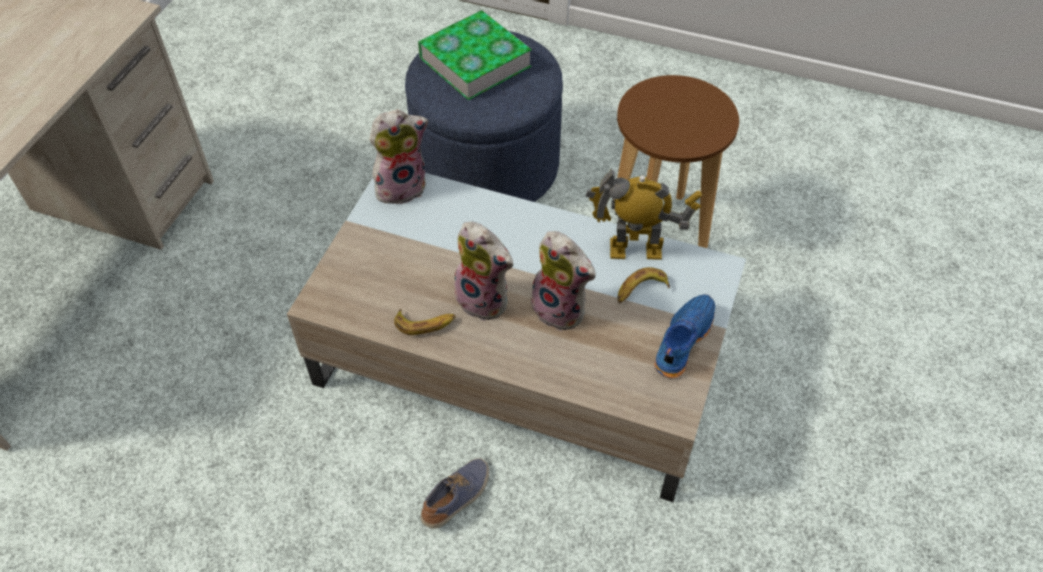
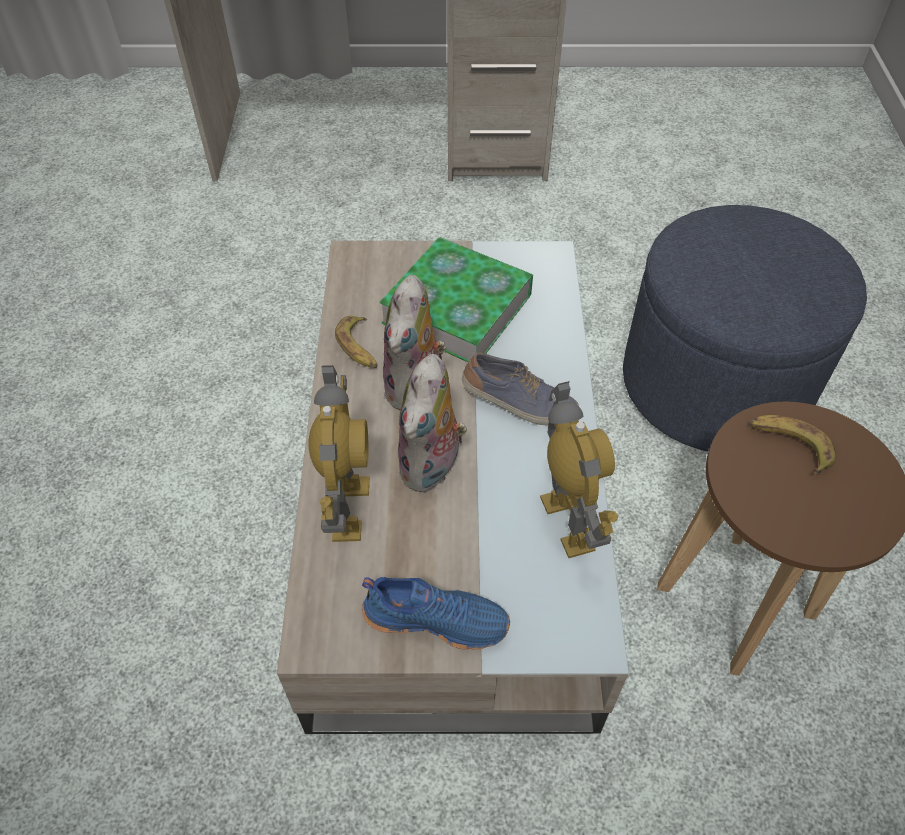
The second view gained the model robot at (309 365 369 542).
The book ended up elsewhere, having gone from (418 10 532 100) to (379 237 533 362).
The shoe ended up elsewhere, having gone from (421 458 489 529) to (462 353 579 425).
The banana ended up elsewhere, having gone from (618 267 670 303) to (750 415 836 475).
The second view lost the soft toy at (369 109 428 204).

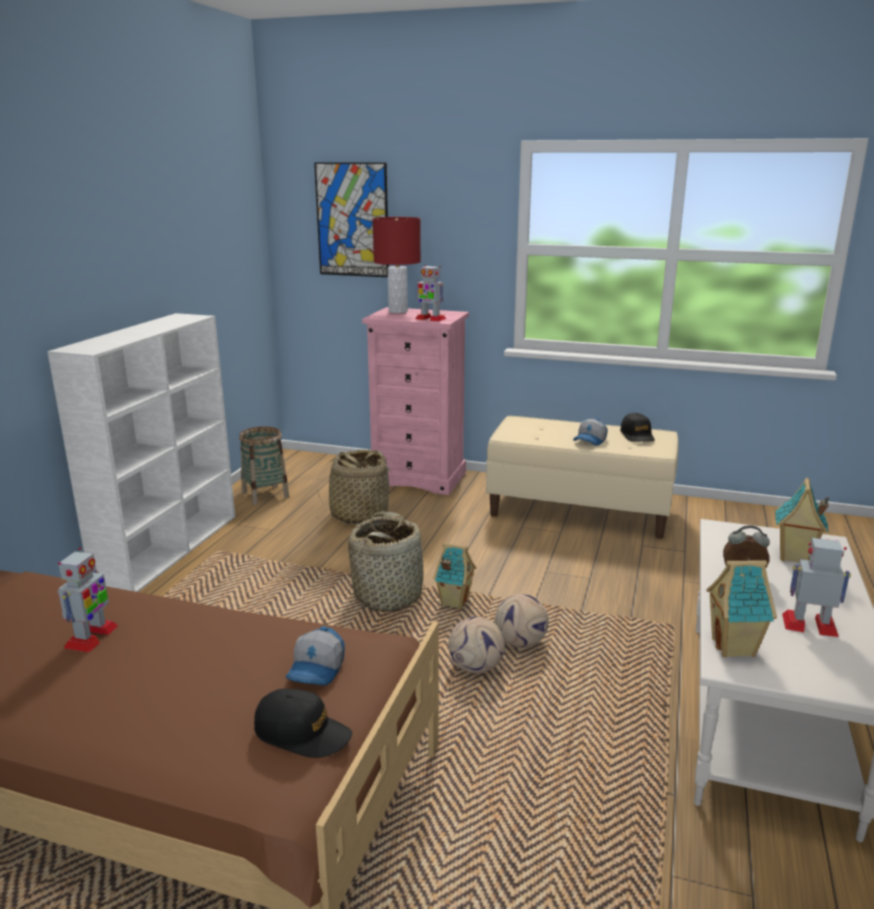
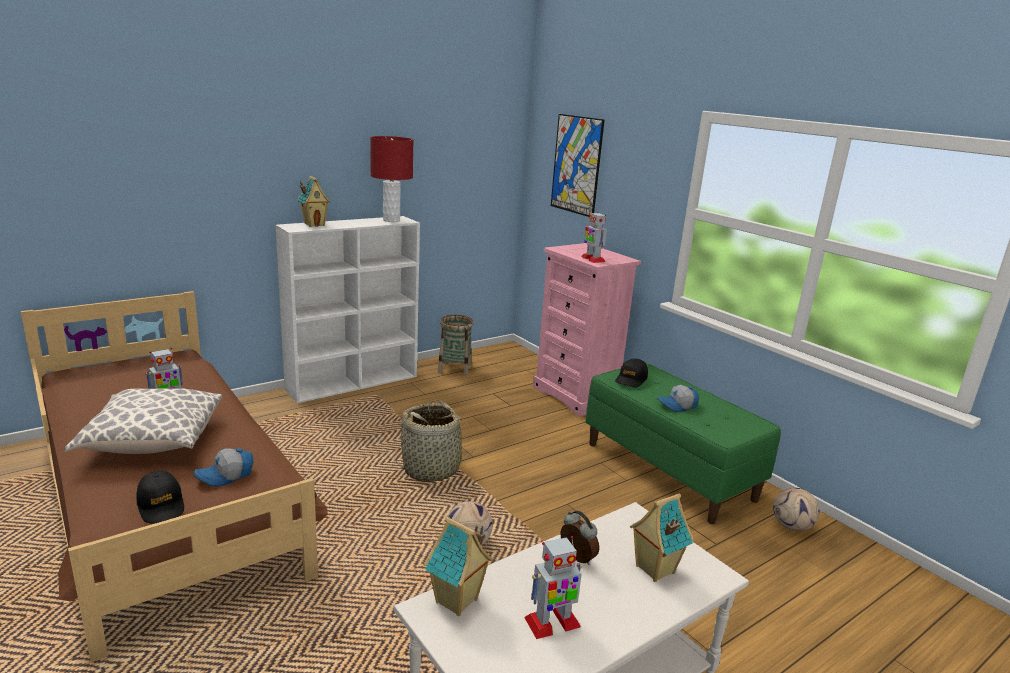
The second view gained the throw pillow at (64 388 222 454).
The miniature house ended up elsewhere, having gone from (433 543 476 609) to (297 176 331 227).
The reddish lamp for a table ended up elsewhere, having gone from (372 217 421 313) to (370 136 413 222).
The model robot at (782 538 851 637) ended up facing another way, 105 degrees clockwise from before.
What was the beige bench at (486 416 679 539) turned into the greenish bench at (585 363 781 524).
The black-coloured baseball cap ended up elsewhere, having gone from (620 413 655 442) to (615 358 648 387).
The ball for football ended up elsewhere, having gone from (448 616 505 674) to (773 488 820 531).
The second view lost the household basket at (317 449 396 524).

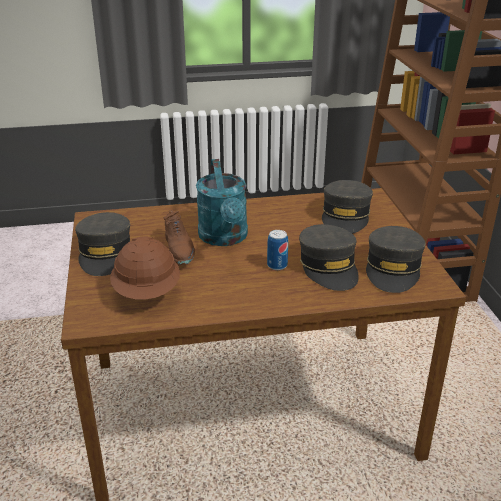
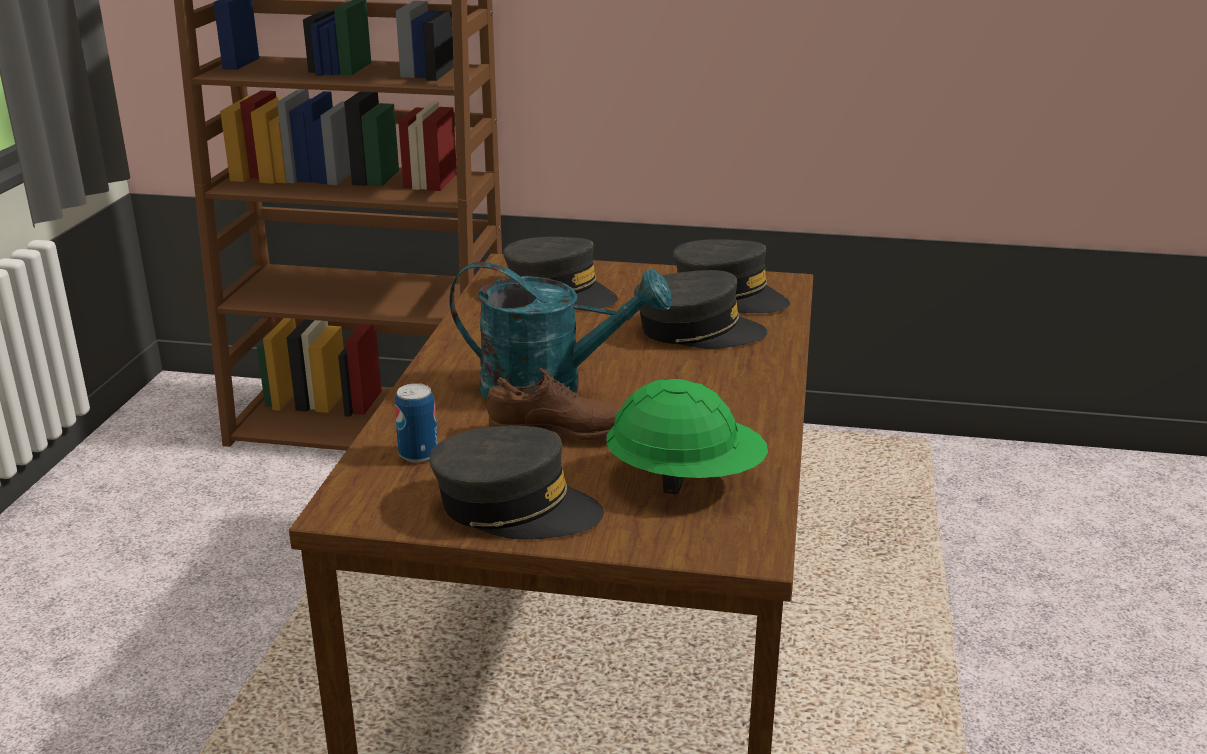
The can ended up elsewhere, having gone from (267 230 288 270) to (395 383 438 462).
What was the brown work helmet at (110 237 180 300) turned into the greenish work helmet at (606 379 768 494).

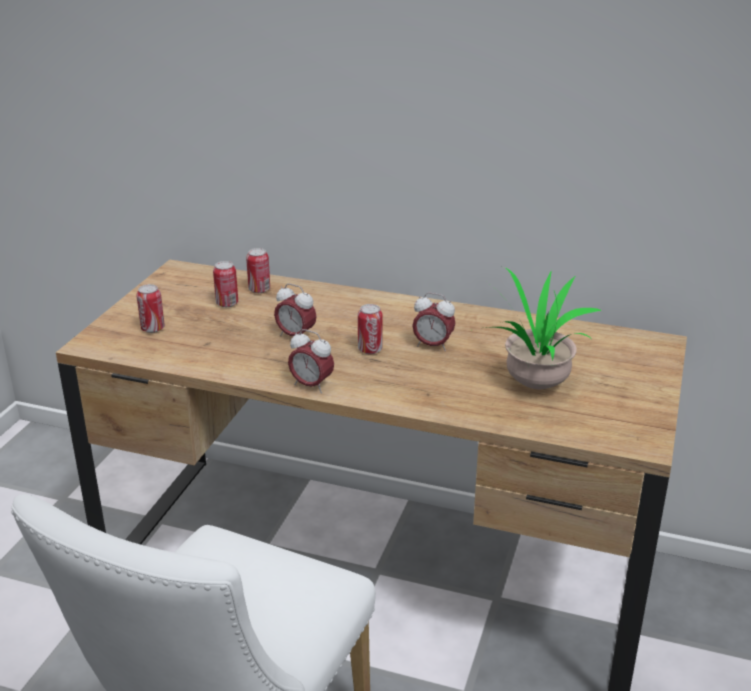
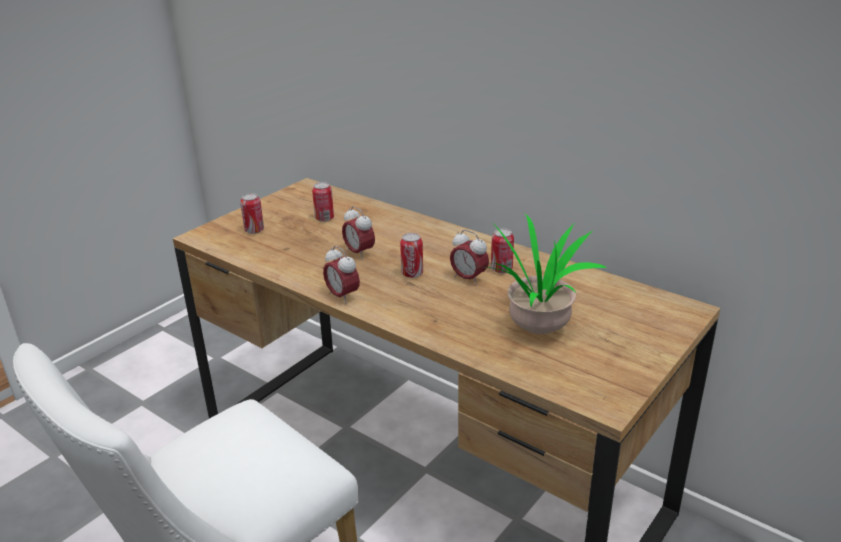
The can ended up elsewhere, having gone from (246 248 270 293) to (491 228 514 273).

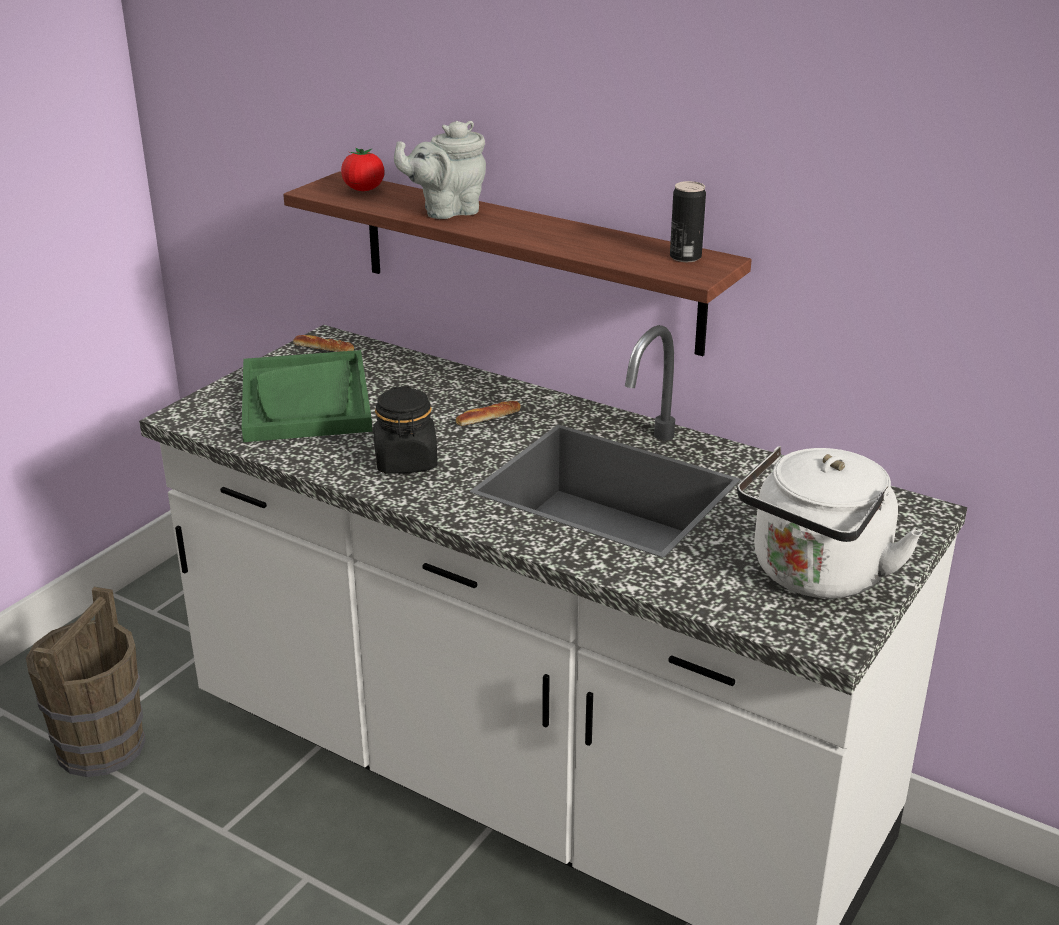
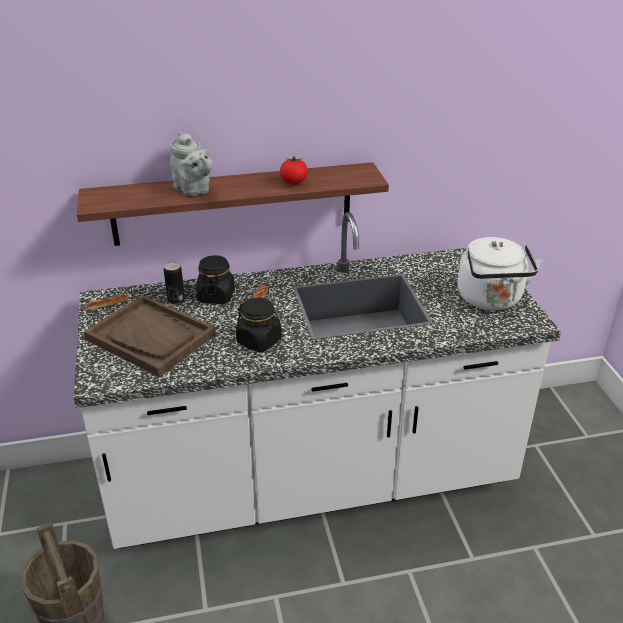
What was the greenish serving tray at (242 350 372 442) turned into the brown serving tray at (84 295 216 377).
The can ended up elsewhere, having gone from (670 181 706 262) to (164 261 185 304).
The grey tea pot at (394 121 486 219) ended up facing another way, 60 degrees counterclockwise from before.
The second view gained the black-coloured preserve jar at (196 255 235 304).
The fresh tomato ended up elsewhere, having gone from (341 148 385 191) to (280 156 308 185).

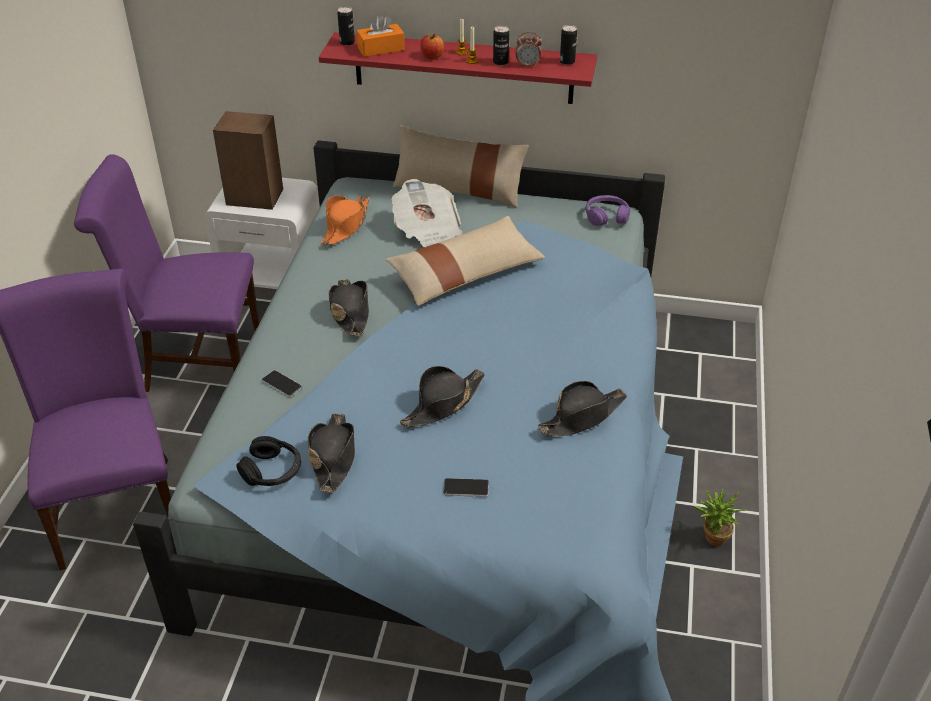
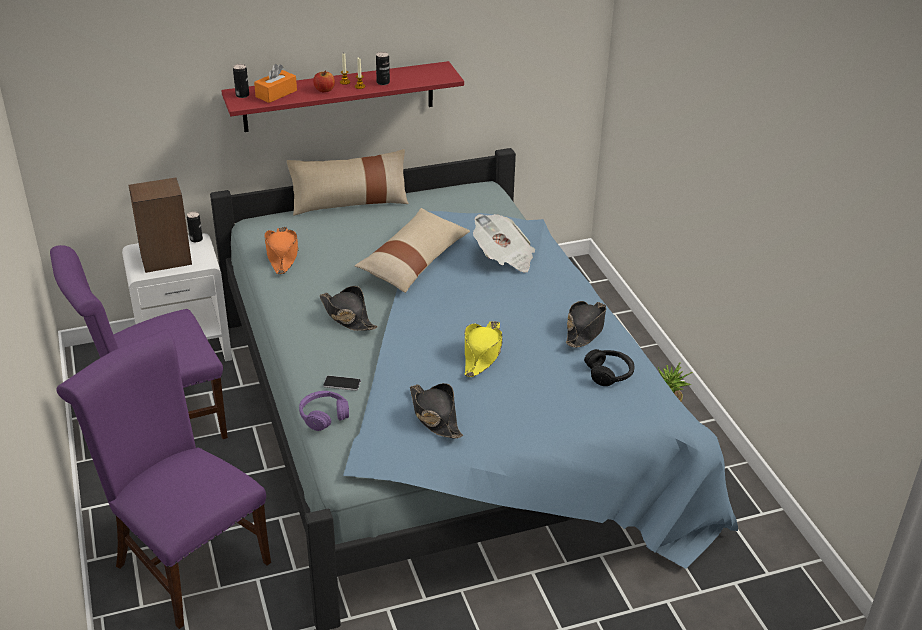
The can ended up elsewhere, having gone from (560 25 577 65) to (187 211 203 242).
The purplish headphones ended up elsewhere, having gone from (586 195 630 226) to (299 391 349 431).
What was the black-coloured clothing hat at (400 366 485 427) turned into the yellowish clothing hat at (464 321 502 377).
The newspaper ended up elsewhere, having gone from (391 179 462 247) to (473 214 535 273).
The black-coloured headphones ended up elsewhere, having gone from (236 436 301 486) to (584 349 635 386).
The second view lost the handset at (443 478 489 497).
The second view lost the table clock at (515 32 542 68).

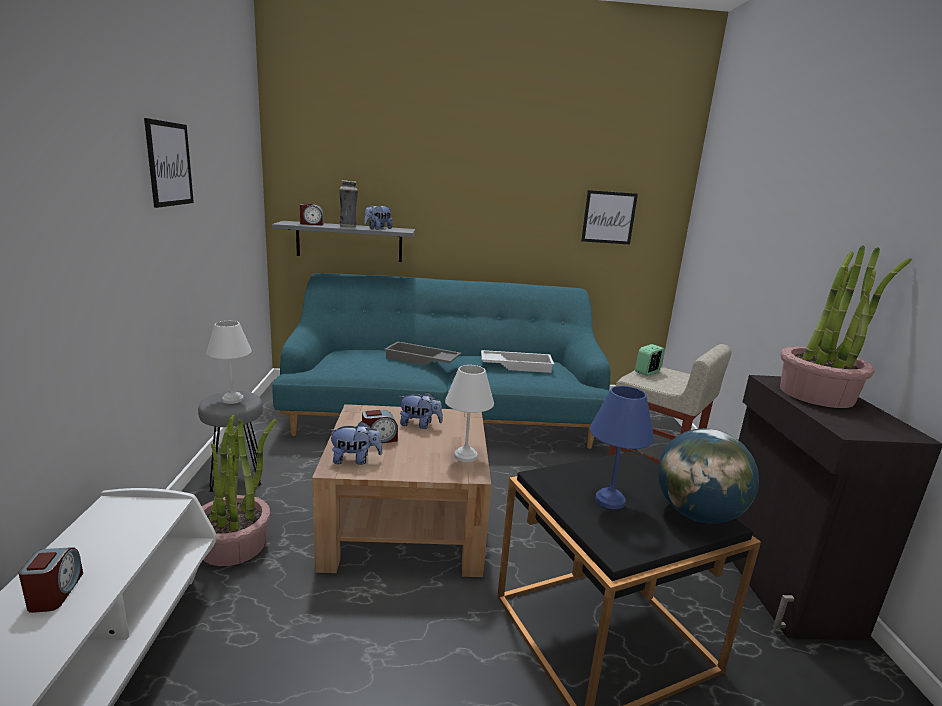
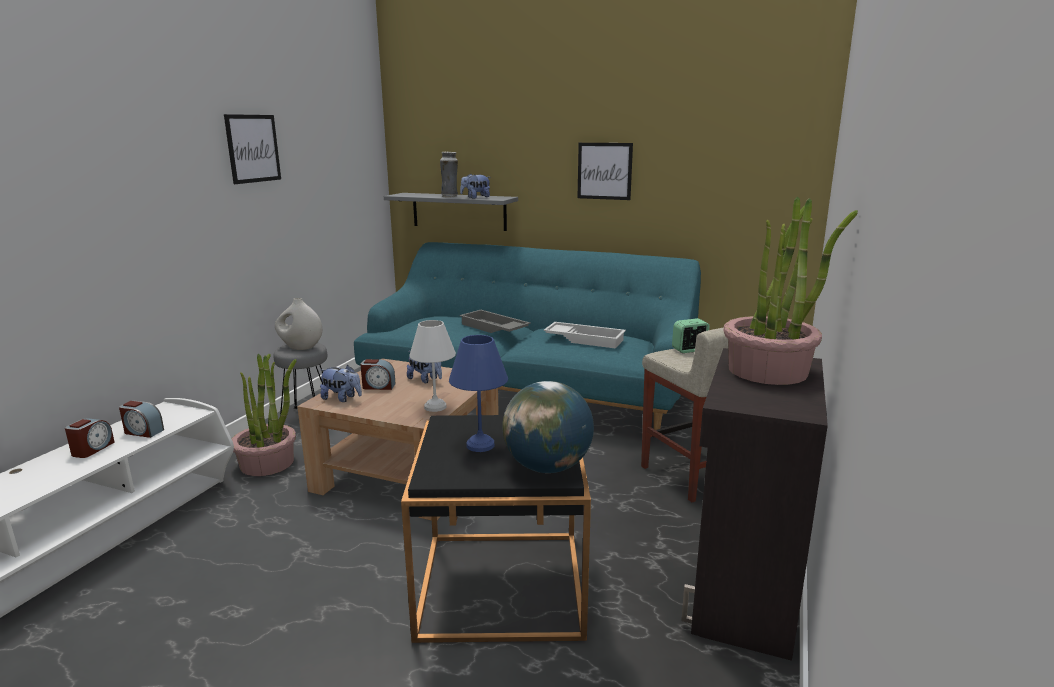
The table clock ended up elsewhere, having gone from (300 203 324 225) to (119 401 164 438).
Where the white lamp for a table stood at (206 321 252 404), the white vase came to stand at (275 298 322 350).
The wall picture ended up elsewhere, having gone from (581 190 638 245) to (577 143 633 200).

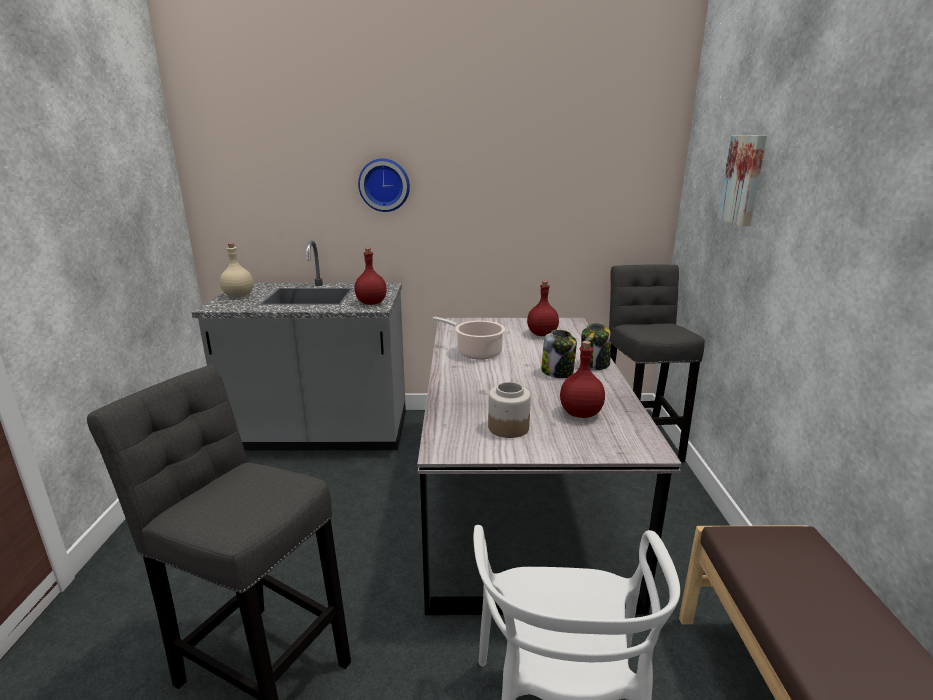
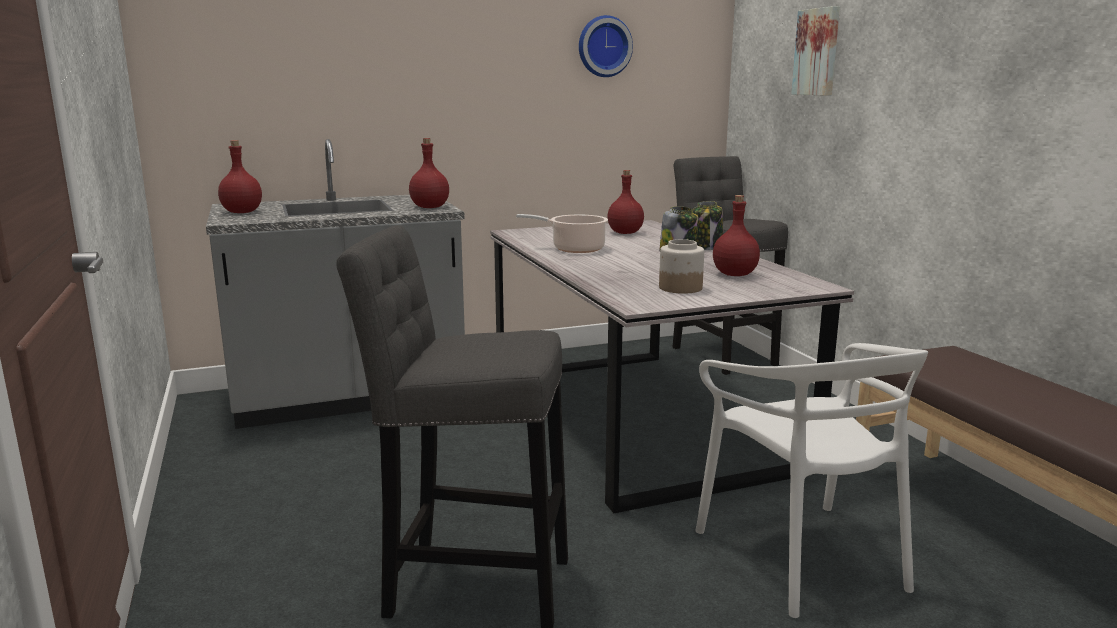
What was the beige bottle at (220 243 254 298) turned into the reddish bottle at (218 140 262 213).
The hanging clock ended up elsewhere, having gone from (358 158 410 212) to (579 15 633 77).

